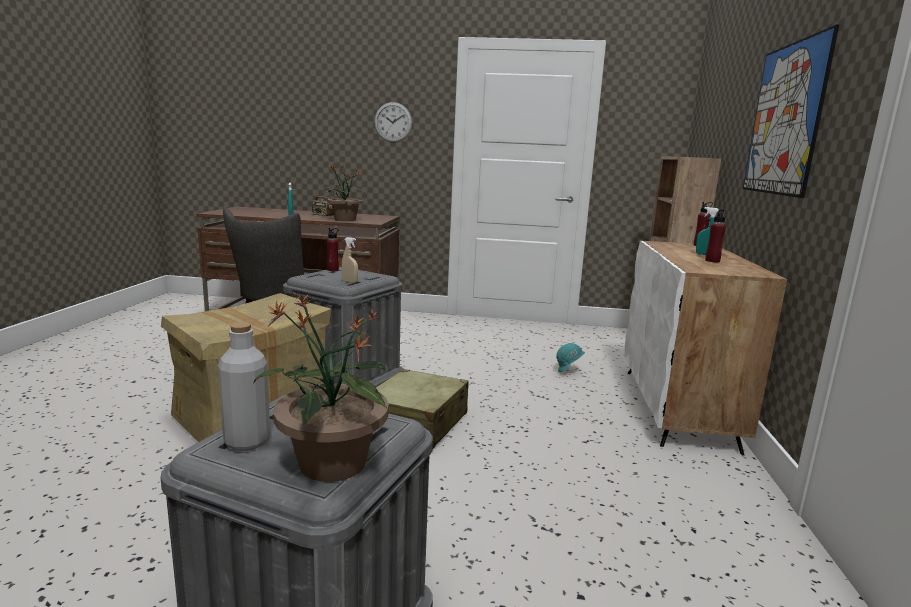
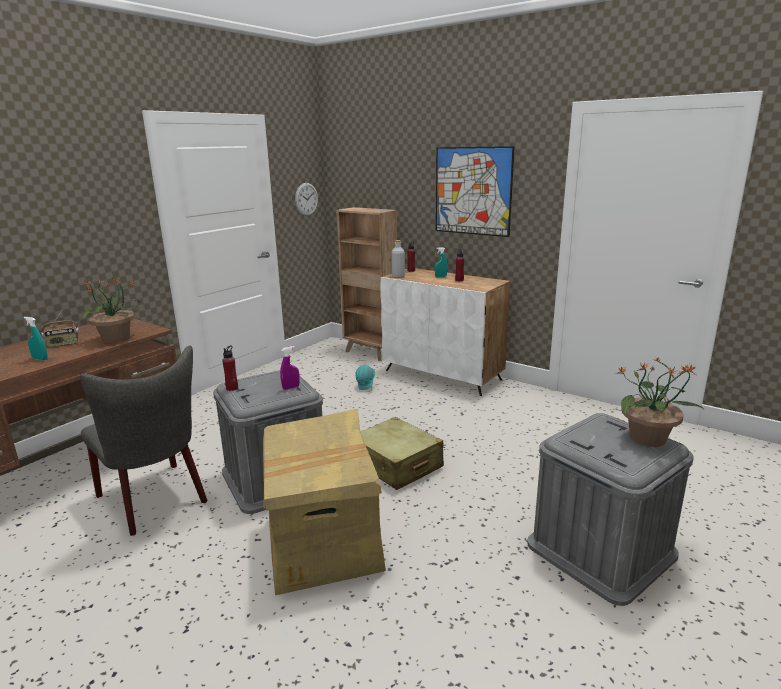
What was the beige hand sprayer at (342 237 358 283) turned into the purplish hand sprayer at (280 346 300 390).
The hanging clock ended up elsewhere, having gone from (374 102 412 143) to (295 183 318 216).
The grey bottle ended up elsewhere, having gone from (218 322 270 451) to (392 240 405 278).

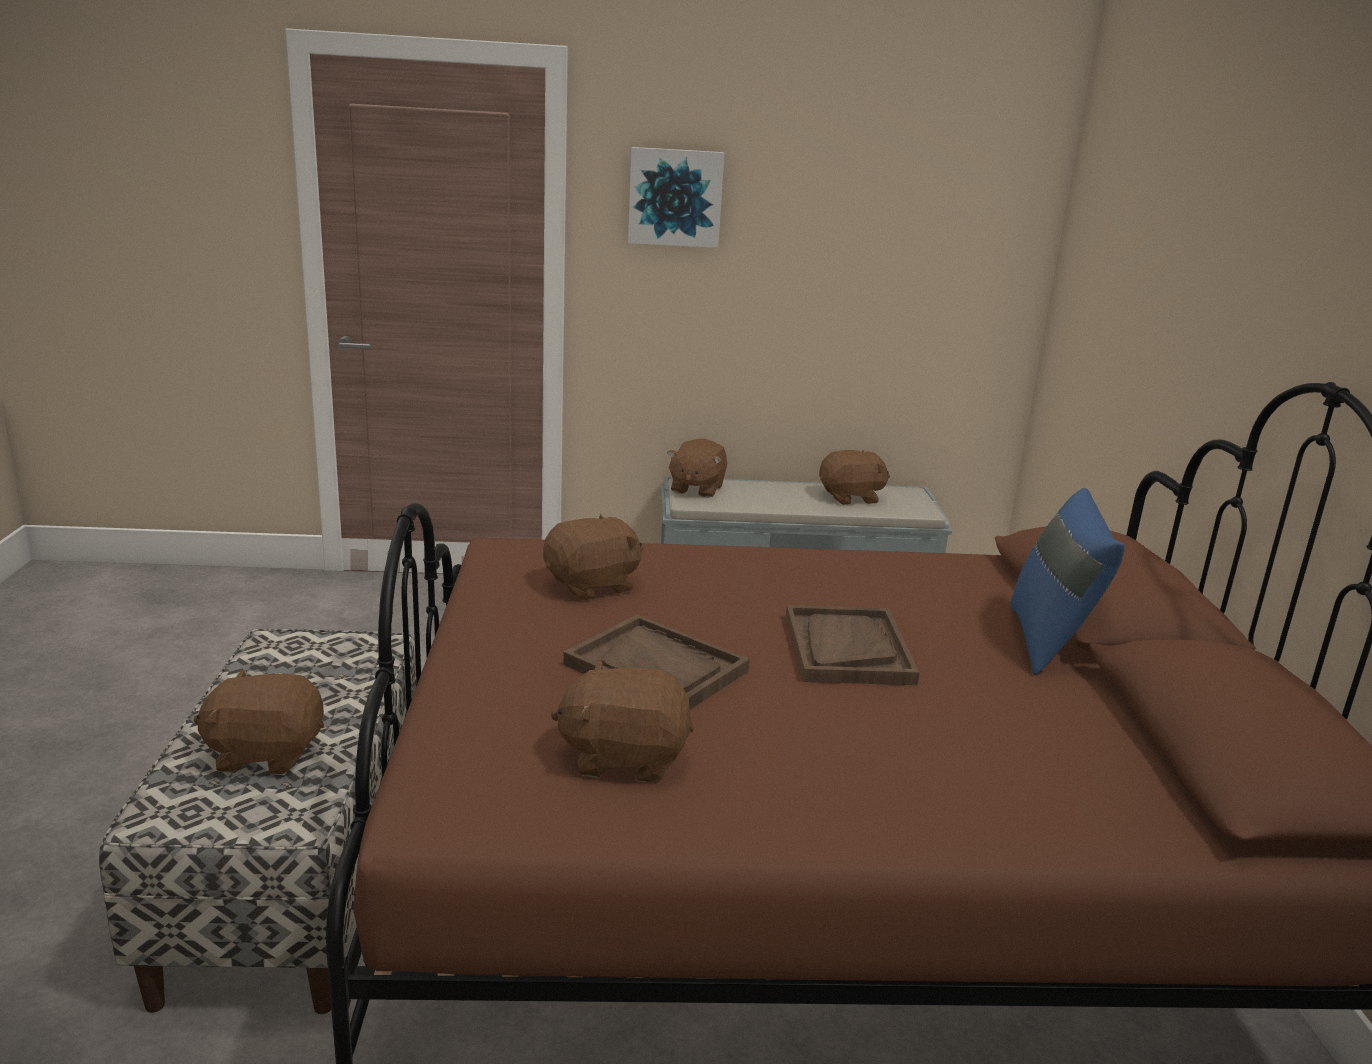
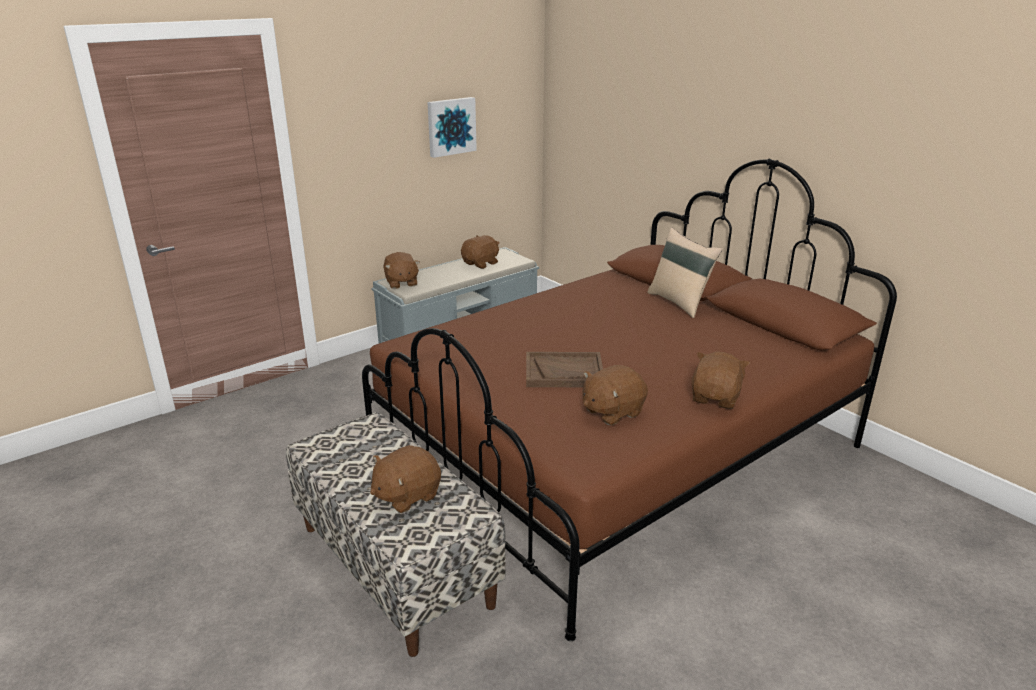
The wall picture ended up elsewhere, having gone from (628 147 724 248) to (427 97 477 158).
What was the blue throw pillow at (1010 488 1125 675) turned into the beige throw pillow at (647 227 722 318).
The brown soft toy ended up elsewhere, having gone from (543 514 643 601) to (691 352 750 409).
The second view lost the brown serving tray at (786 605 919 685).

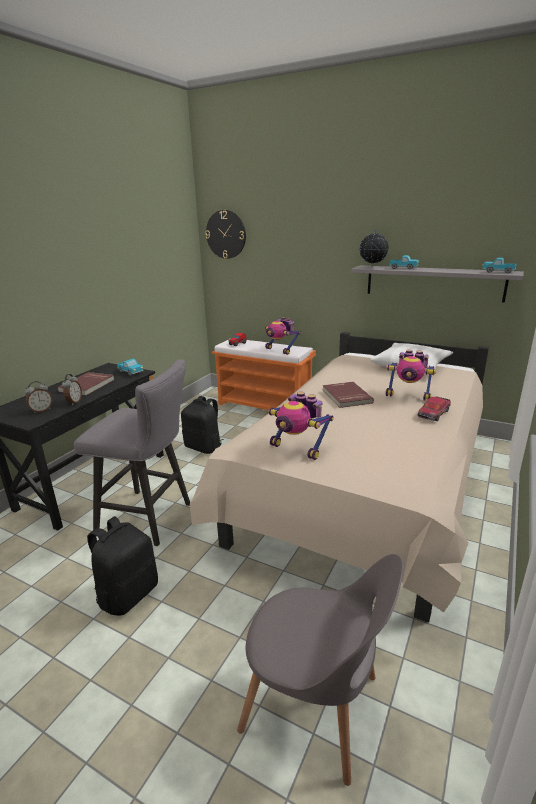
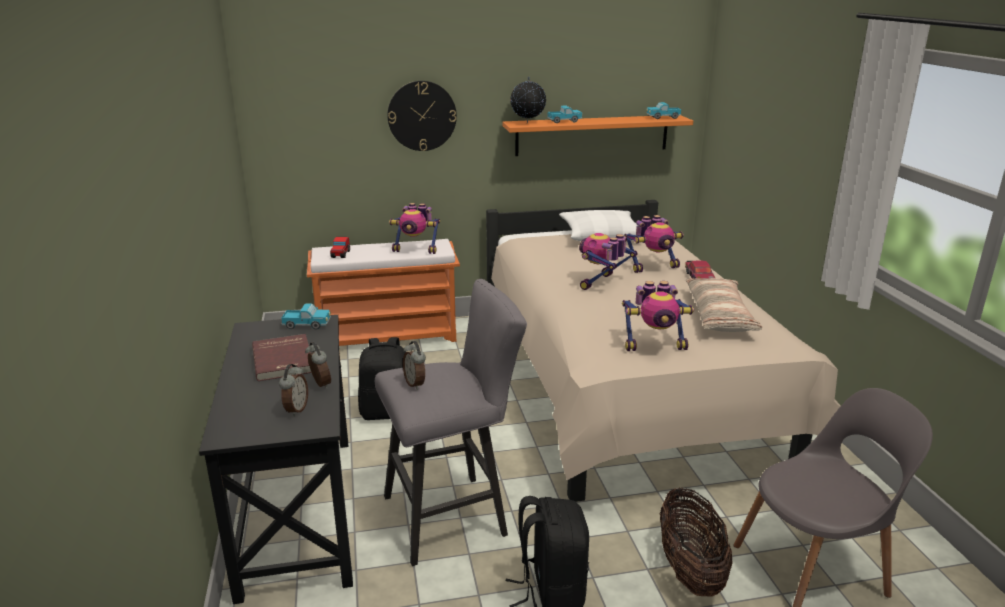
The hanging clock ended up elsewhere, having gone from (205 210 246 259) to (387 81 457 151).
The second view gained the table clock at (403 341 426 390).
What was the grey shelf at (351 265 524 303) turned into the orange-coloured shelf at (503 115 693 156).
Where the reddish book stood at (323 382 374 408), the model robot came to stand at (579 233 638 290).
The second view gained the household basket at (660 488 733 597).
The second view gained the throw pillow at (686 278 762 332).

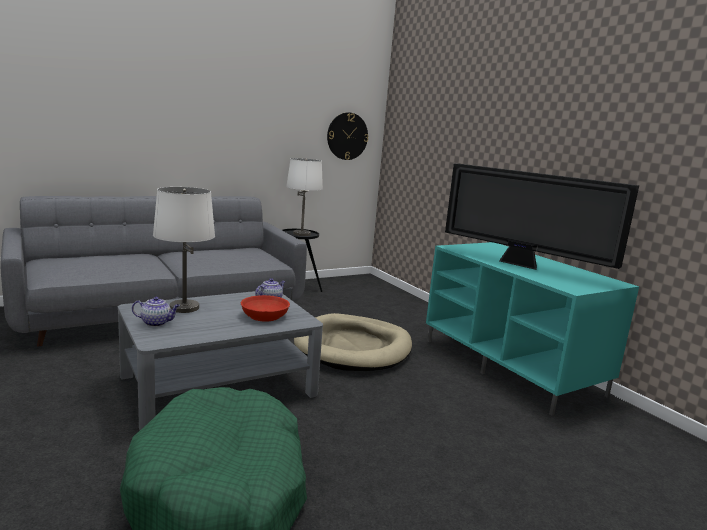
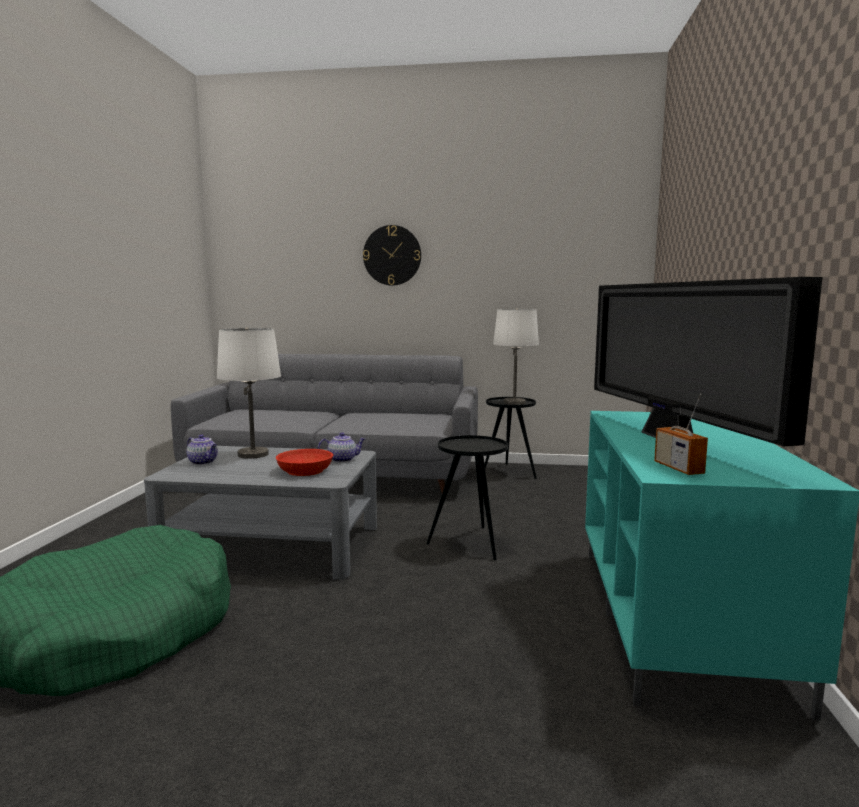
The hanging clock ended up elsewhere, having gone from (327 112 368 160) to (363 225 421 286).
Where the beige dog bed stood at (294 313 412 371), the black-coloured accent table came to stand at (426 435 508 560).
The second view gained the radio at (654 393 708 475).

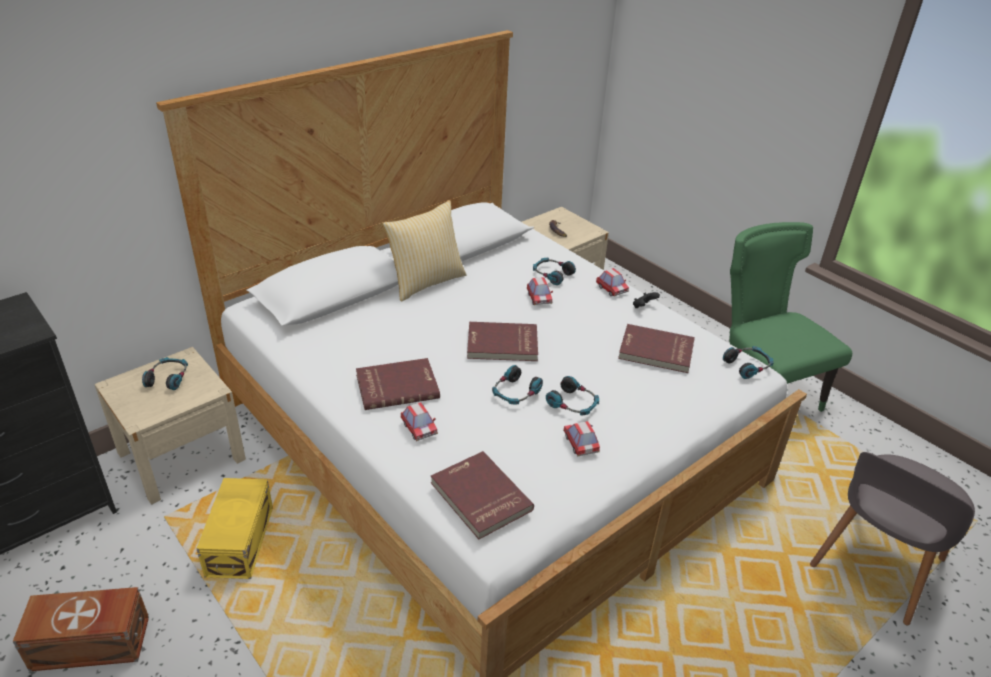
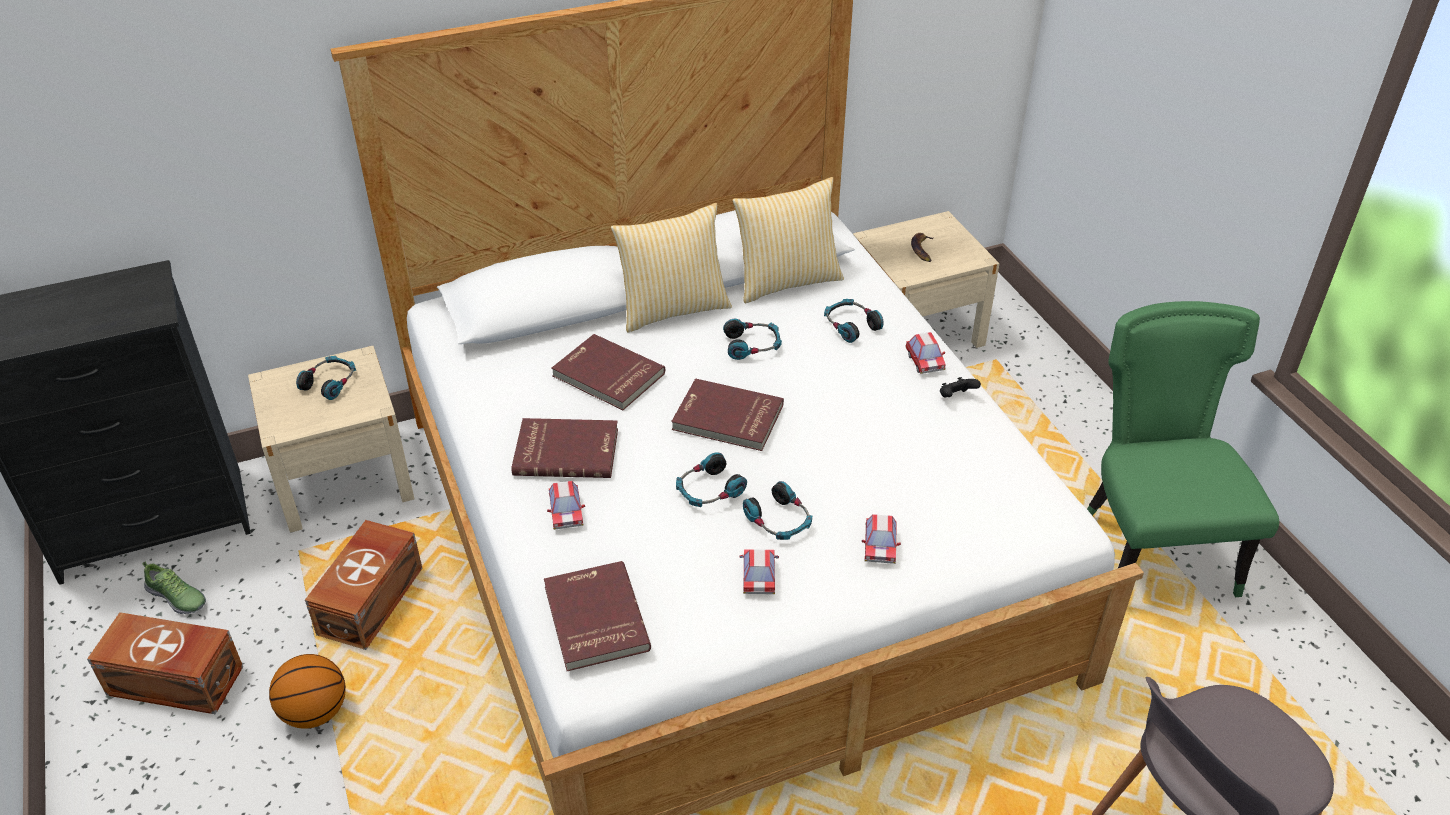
The second view gained the shoe at (143 561 206 614).
The second view gained the basketball ball at (269 654 346 729).
What was the yellowish storage box at (196 478 273 579) turned into the brown storage box at (305 520 422 650).
The reddish book ended up elsewhere, having gone from (618 324 695 373) to (551 334 665 410).
The headphones ended up elsewhere, having gone from (723 346 773 379) to (723 319 782 360).
The second view gained the throw pillow at (732 177 844 303).
The miniature car ended up elsewhere, having gone from (527 277 553 305) to (862 514 901 564).

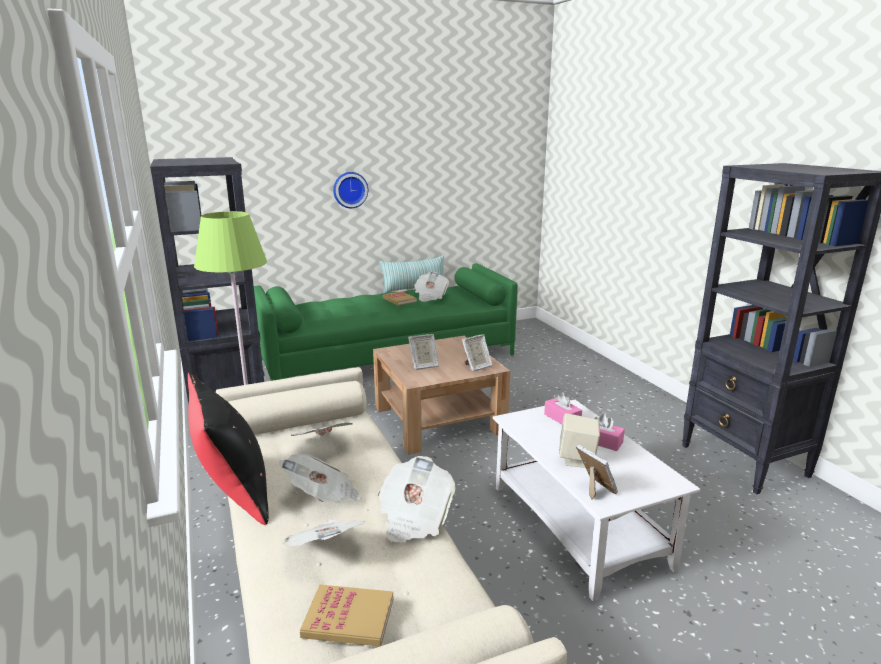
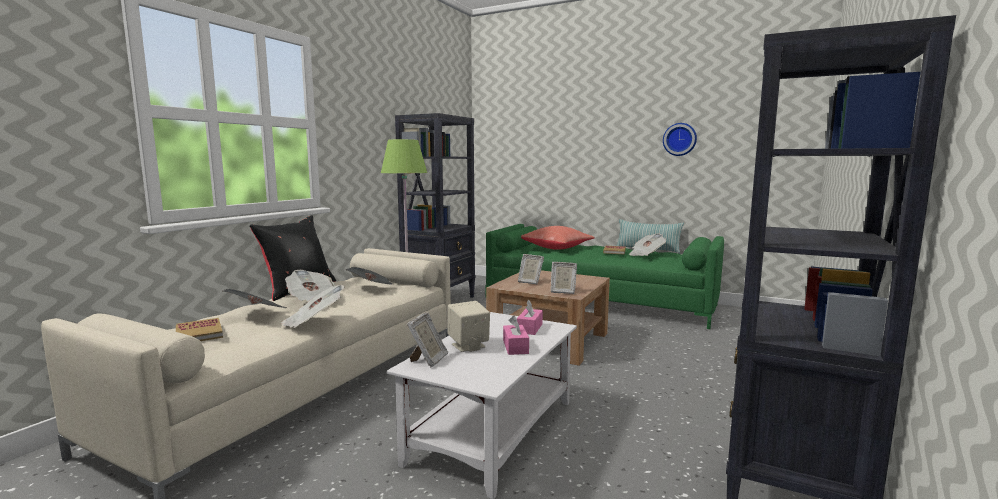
The second view gained the reddish throw pillow at (521 226 595 250).
The hanging clock ended up elsewhere, having gone from (333 172 368 208) to (663 123 697 156).

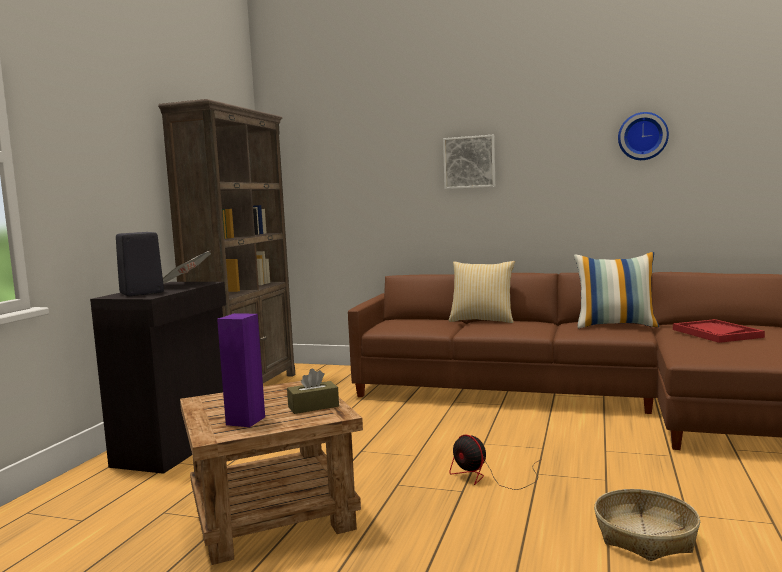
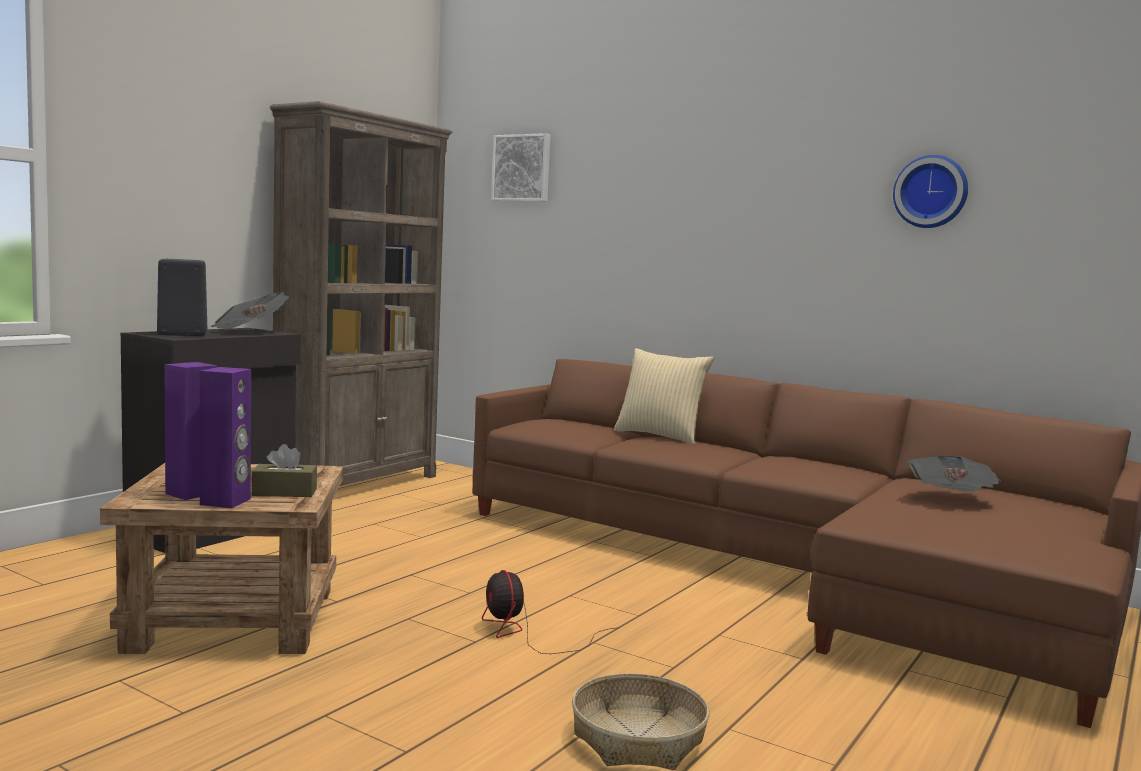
The second view gained the purplish loudspeaker at (200 367 251 508).
The wall picture ended up elsewhere, having gone from (443 135 495 189) to (491 133 550 202).
Where the reddish serving tray stood at (673 319 765 343), the newspaper came to stand at (907 456 1001 492).
The second view lost the throw pillow at (574 252 659 328).

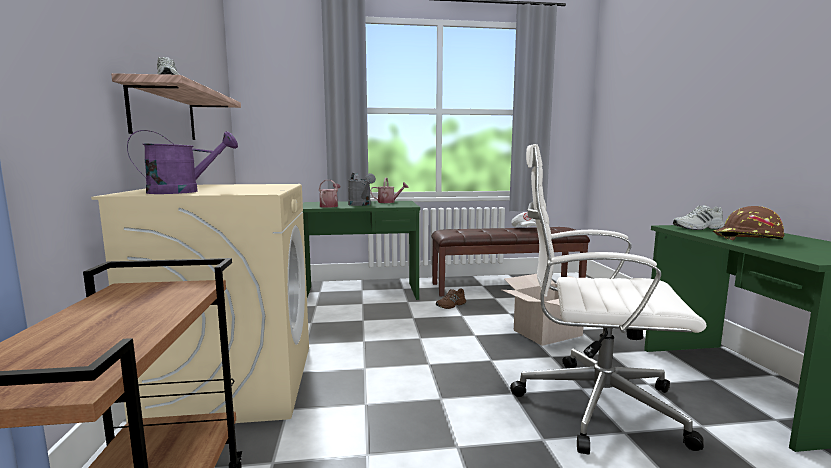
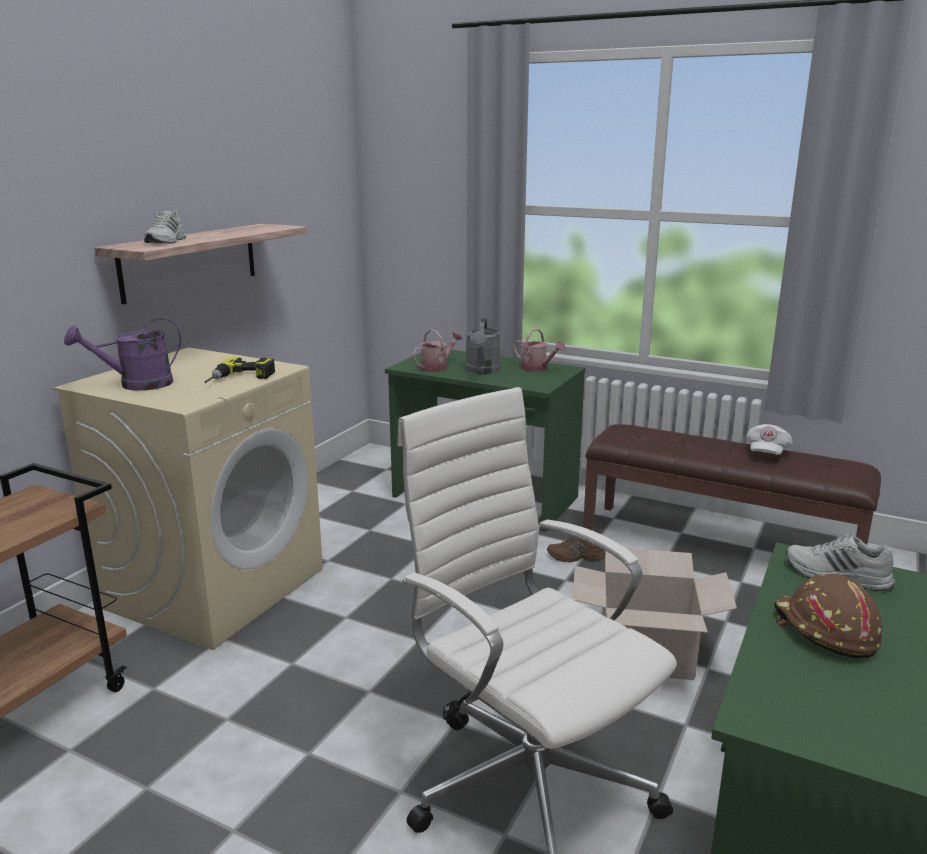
The purplish sprinkling can at (127 130 238 194) ended up facing another way, 150 degrees clockwise from before.
The second view gained the electric drill at (205 357 275 383).

